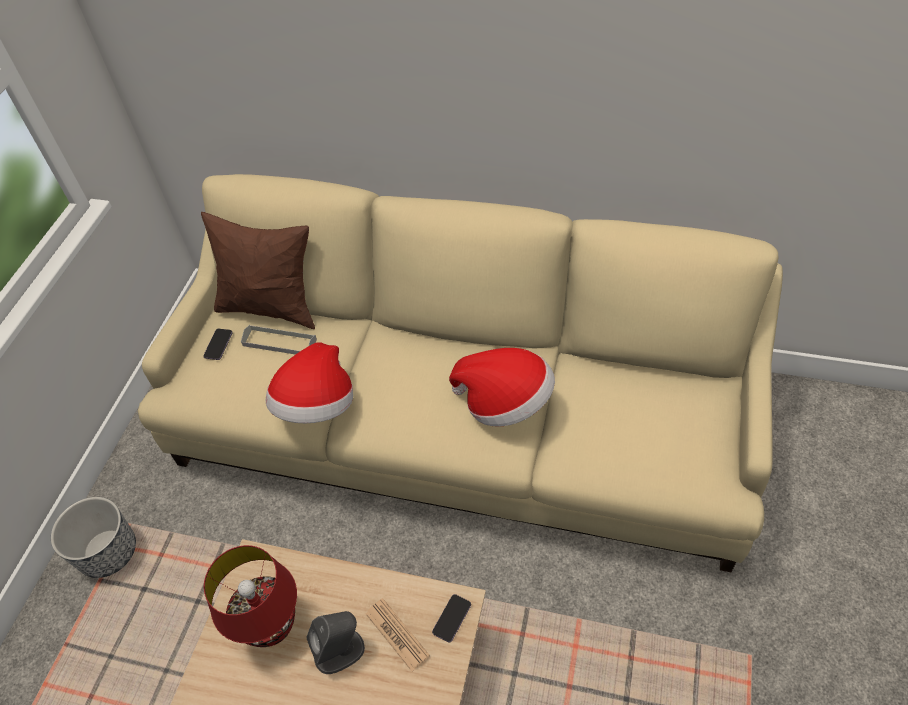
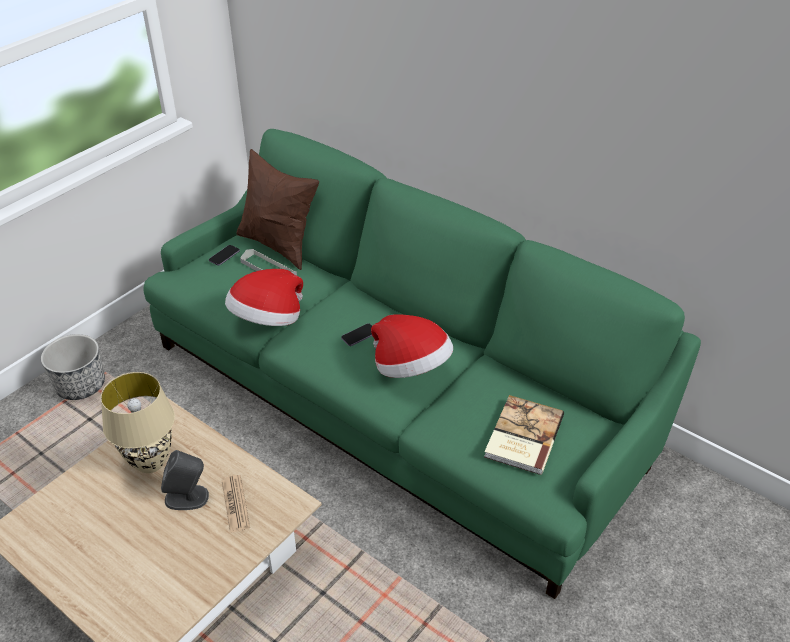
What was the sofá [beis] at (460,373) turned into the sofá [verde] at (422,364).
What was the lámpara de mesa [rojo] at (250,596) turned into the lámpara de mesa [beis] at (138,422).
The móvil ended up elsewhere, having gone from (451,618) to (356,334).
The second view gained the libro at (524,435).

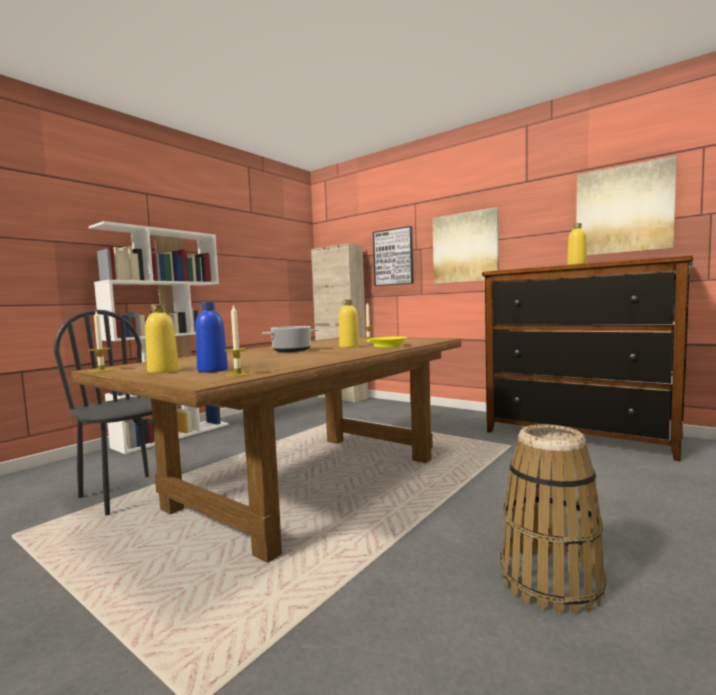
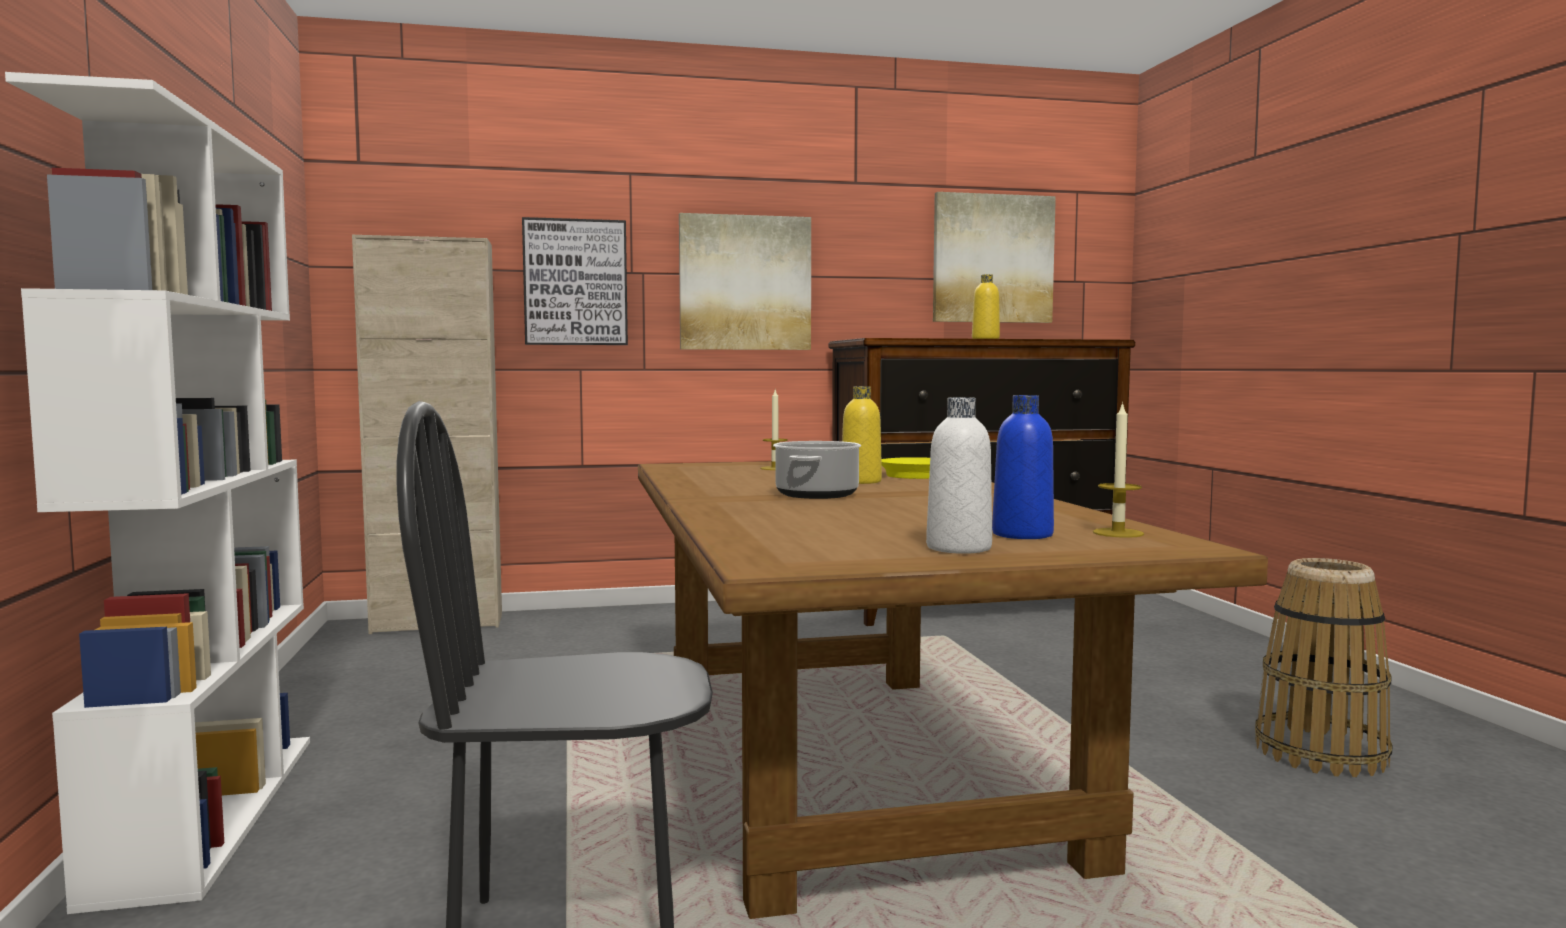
The second view lost the vela at (101,342).
What was the botella [amarillo] at (162,339) turned into the botella [blanco] at (959,475).

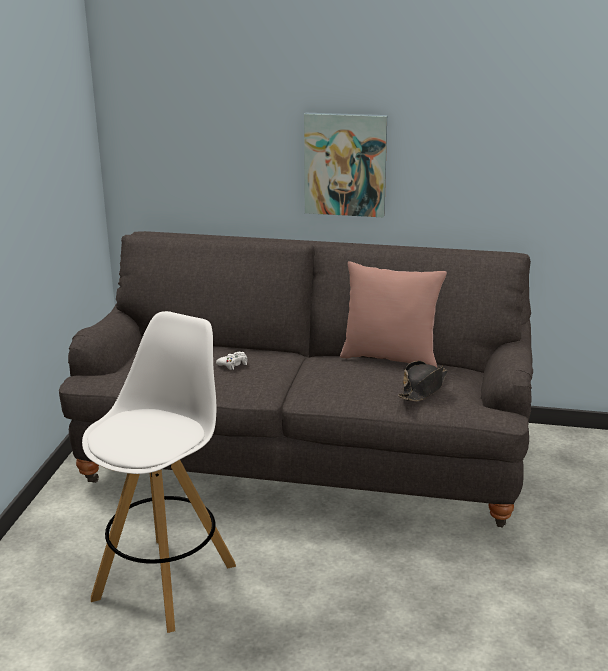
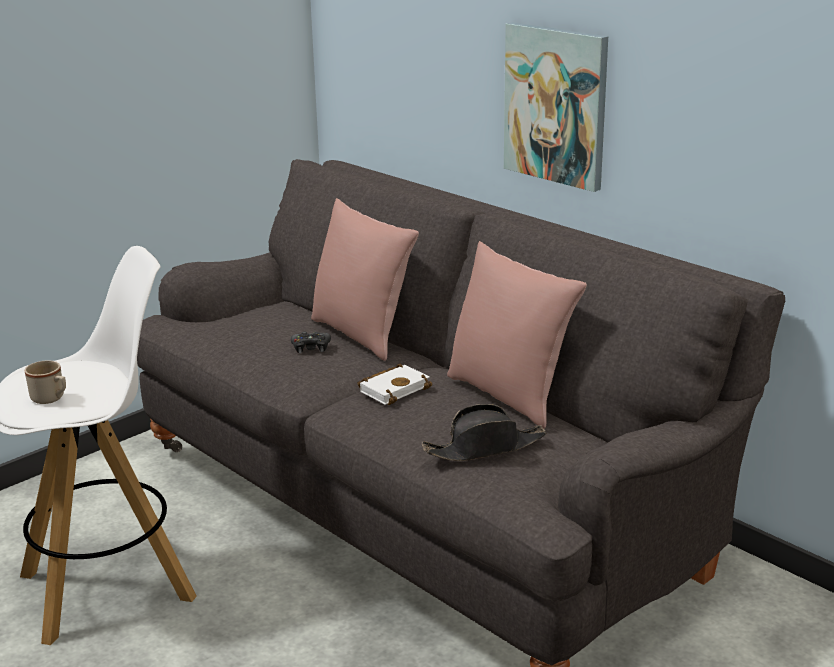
What was the mando de consola [blanco] at (232,361) turned into the mando de consola [negro] at (311,342).
The second view gained the taza grande [beis] at (45,382).
The second view gained the cojín [rosa] at (365,279).
The second view gained the libro [blanco] at (394,384).

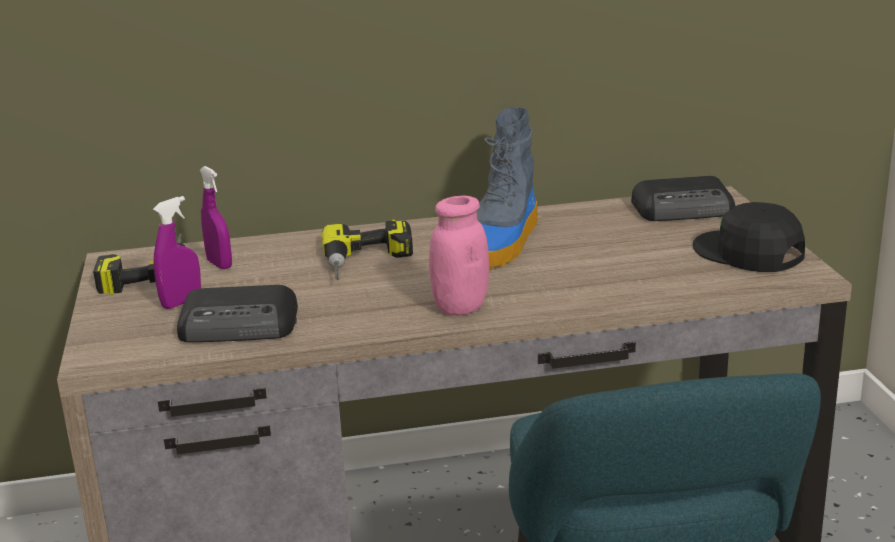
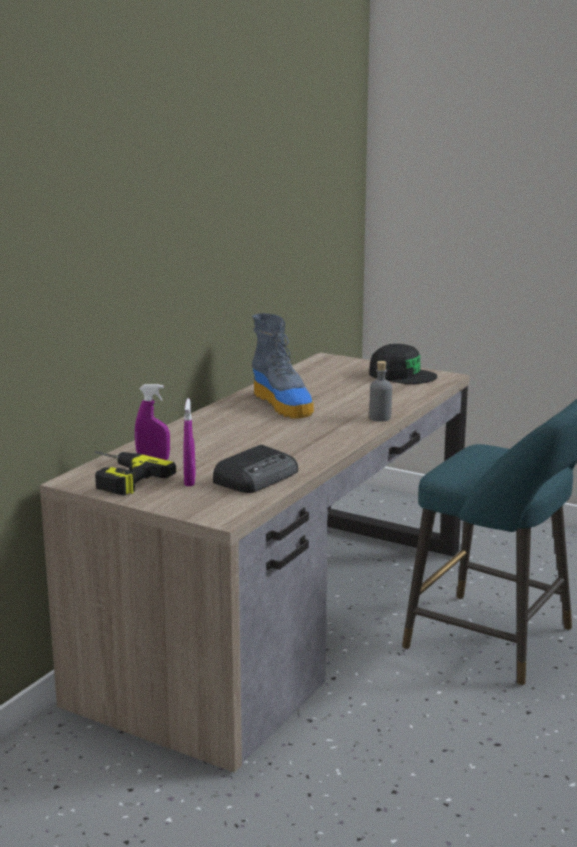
The second view lost the taladro at (367,250).
The second view lost the tarro [rosa] at (459,255).
The second view lost the radio at (683,198).
The gorra [negro] at (749,237) ended up facing another way, 150 degrees counterclockwise from before.
The second view gained the botella [gris] at (380,391).

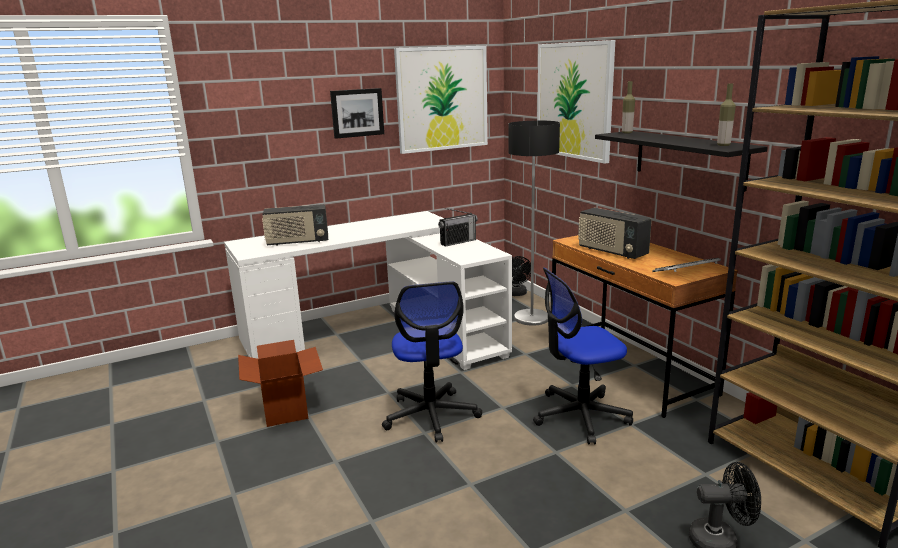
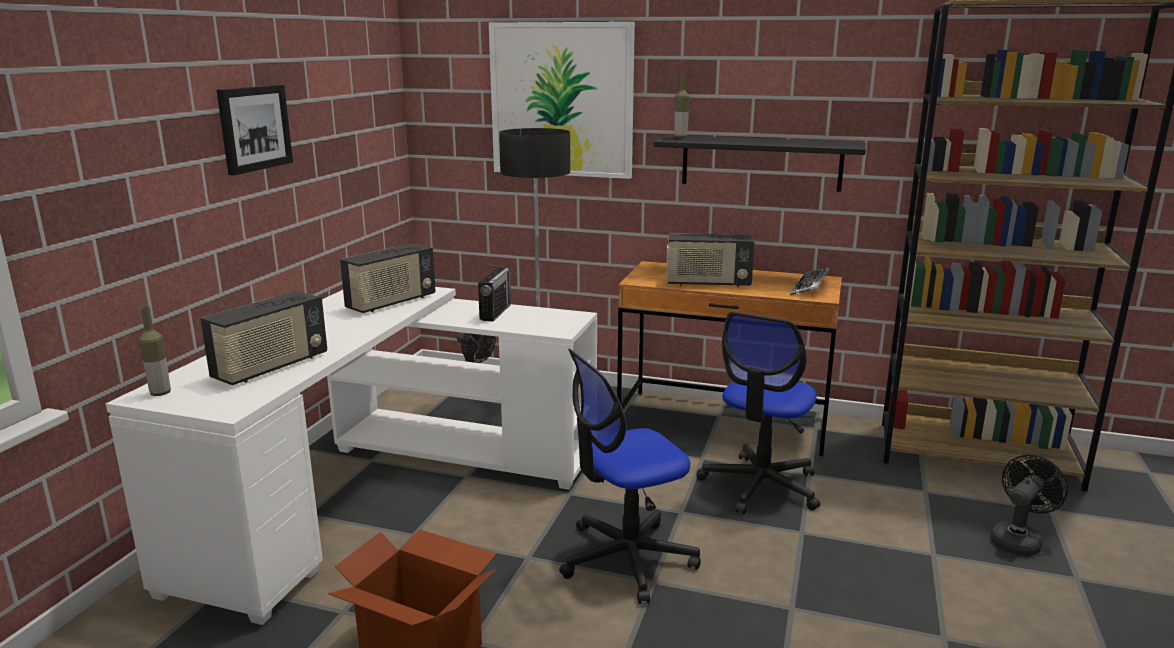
The silla de oficina at (432,362) ended up facing another way, 120 degrees clockwise from before.
The second view lost the cuadro at (441,100).
The botella ended up elsewhere, having gone from (726,115) to (155,351).
The second view gained the radio at (388,278).

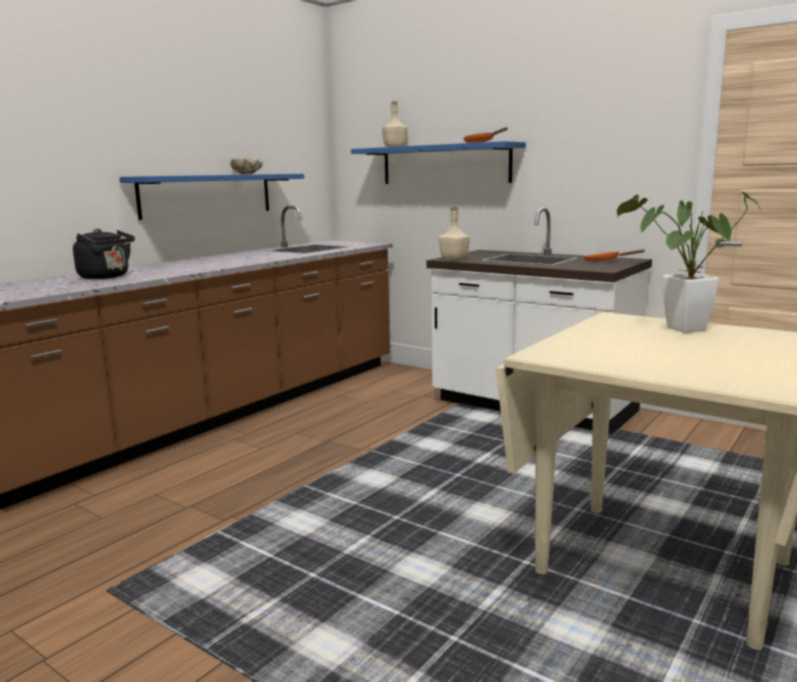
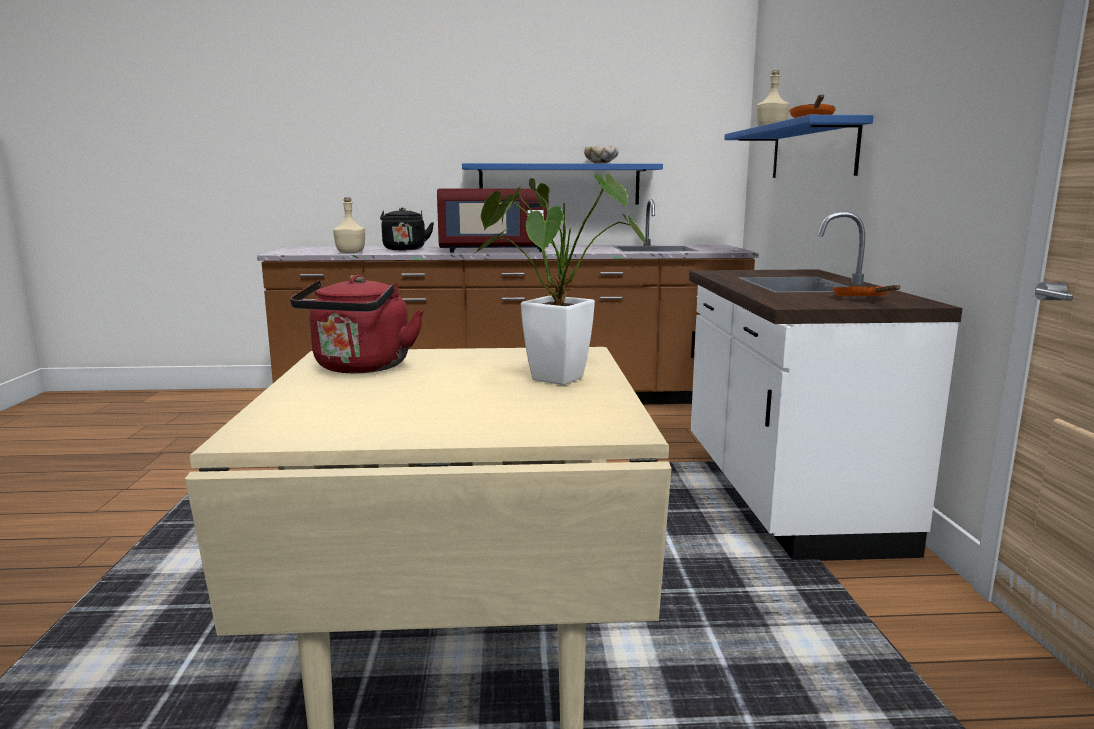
The botella [beis] ended up elsewhere, having gone from (454,233) to (349,225).
The second view gained the hervidor [rojo] at (357,324).
The second view gained the microondas [rojo] at (493,220).

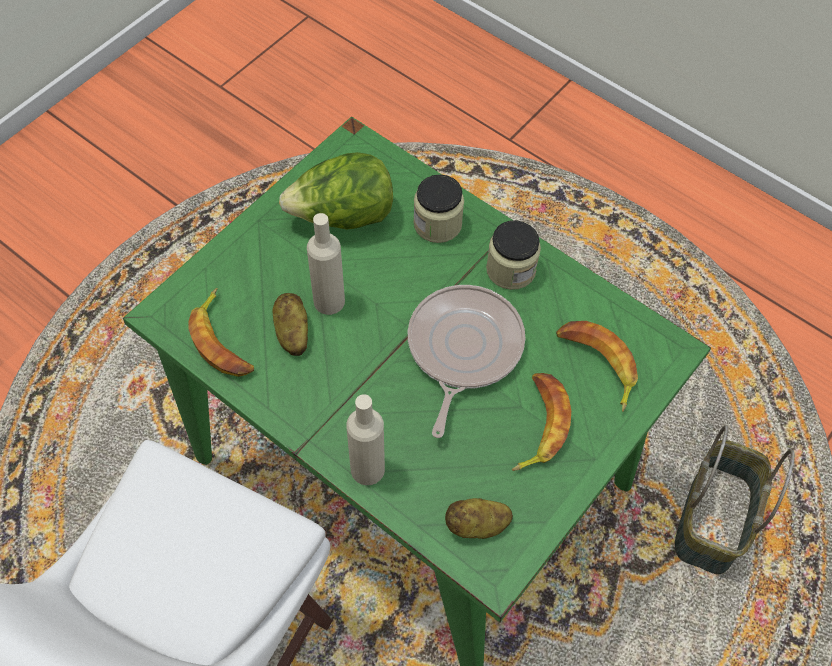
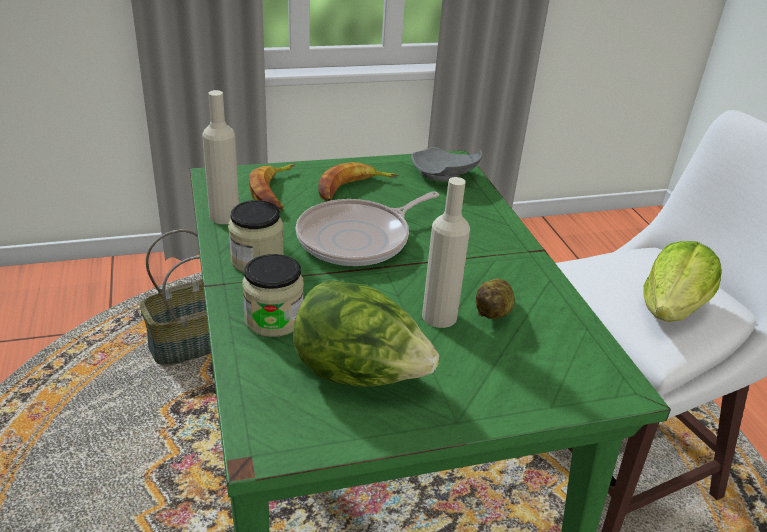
The second view lost the plátano at (221,332).
The botella [beis] ended up elsewhere, having gone from (365,439) to (220,157).
Where the patata stood at (479,518), the plato [gris] came to stand at (446,164).
The second view gained the lechuga at (682,281).

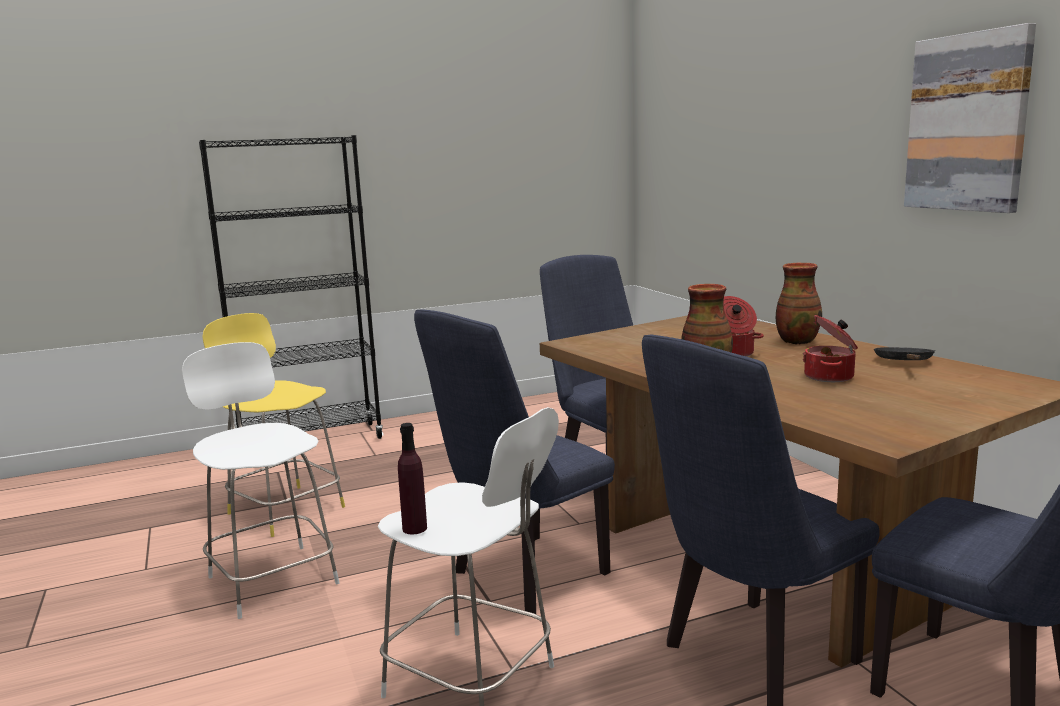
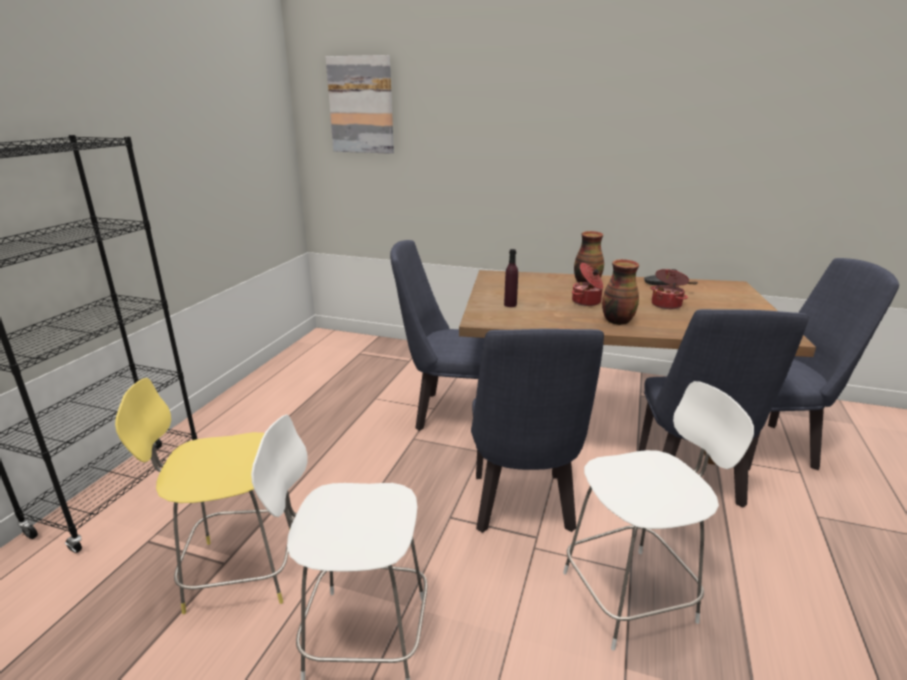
The botella [morado] ended up elsewhere, having gone from (412,478) to (511,278).
The cuadro ended up elsewhere, having gone from (970,118) to (360,104).

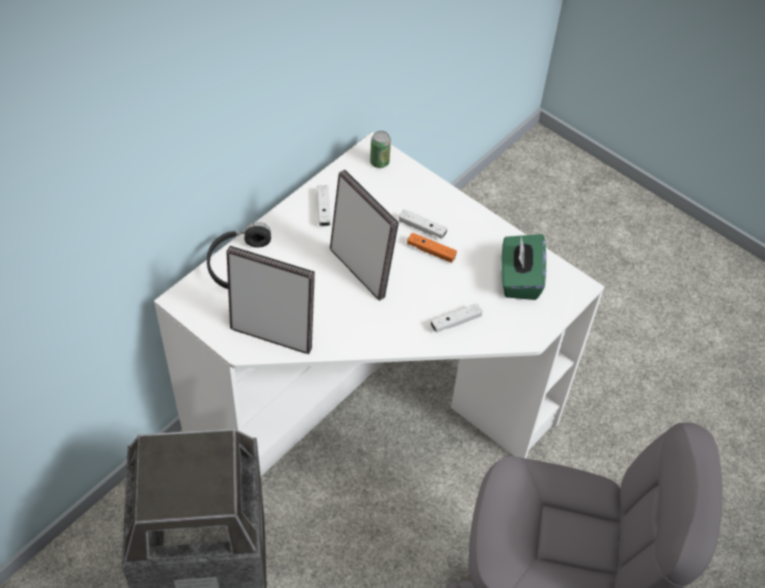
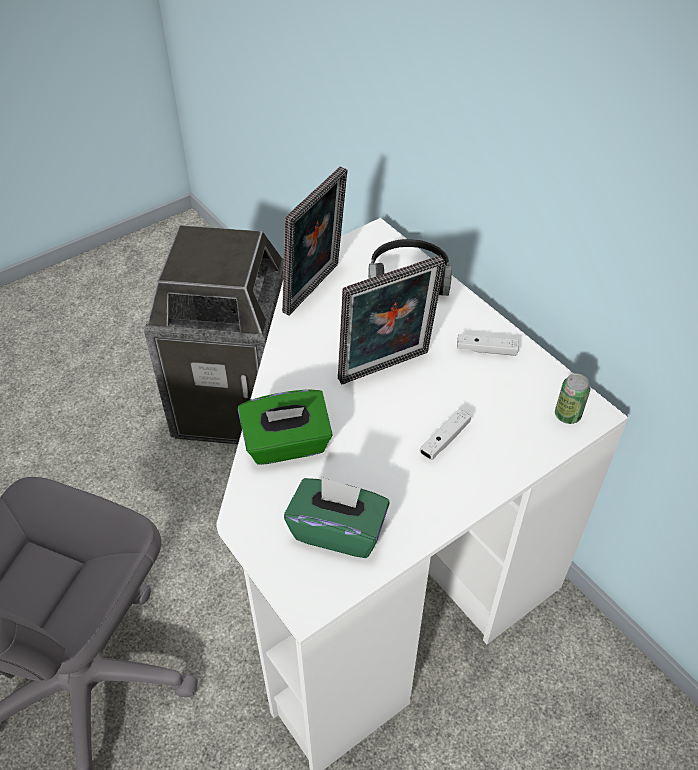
The second view lost the mando de consola [naranja] at (432,247).
Where the mando de consola [blanco] stood at (456,318), the caja de pañuelos [verde] came to stand at (285,427).

